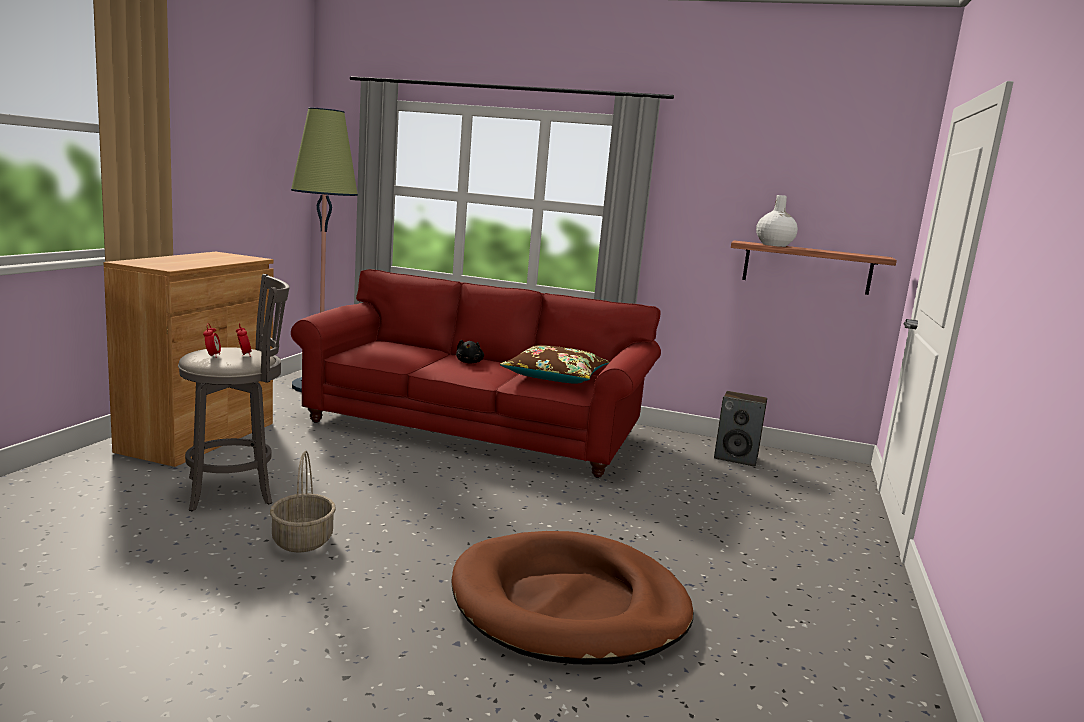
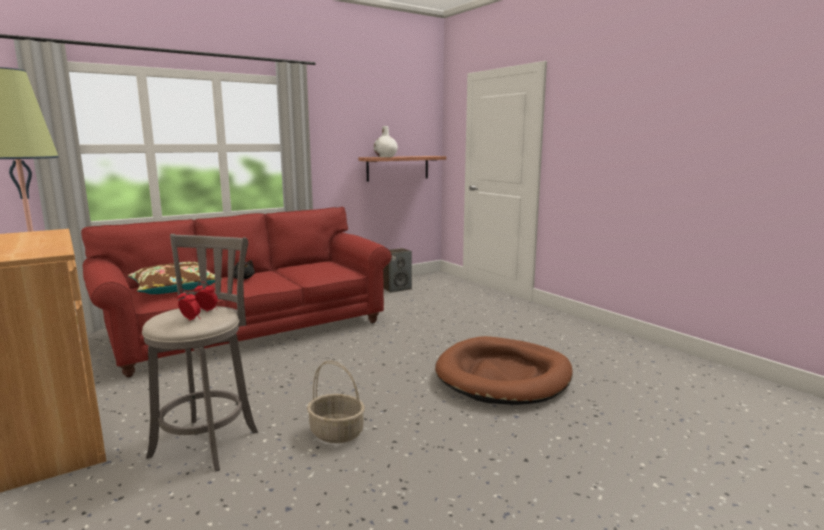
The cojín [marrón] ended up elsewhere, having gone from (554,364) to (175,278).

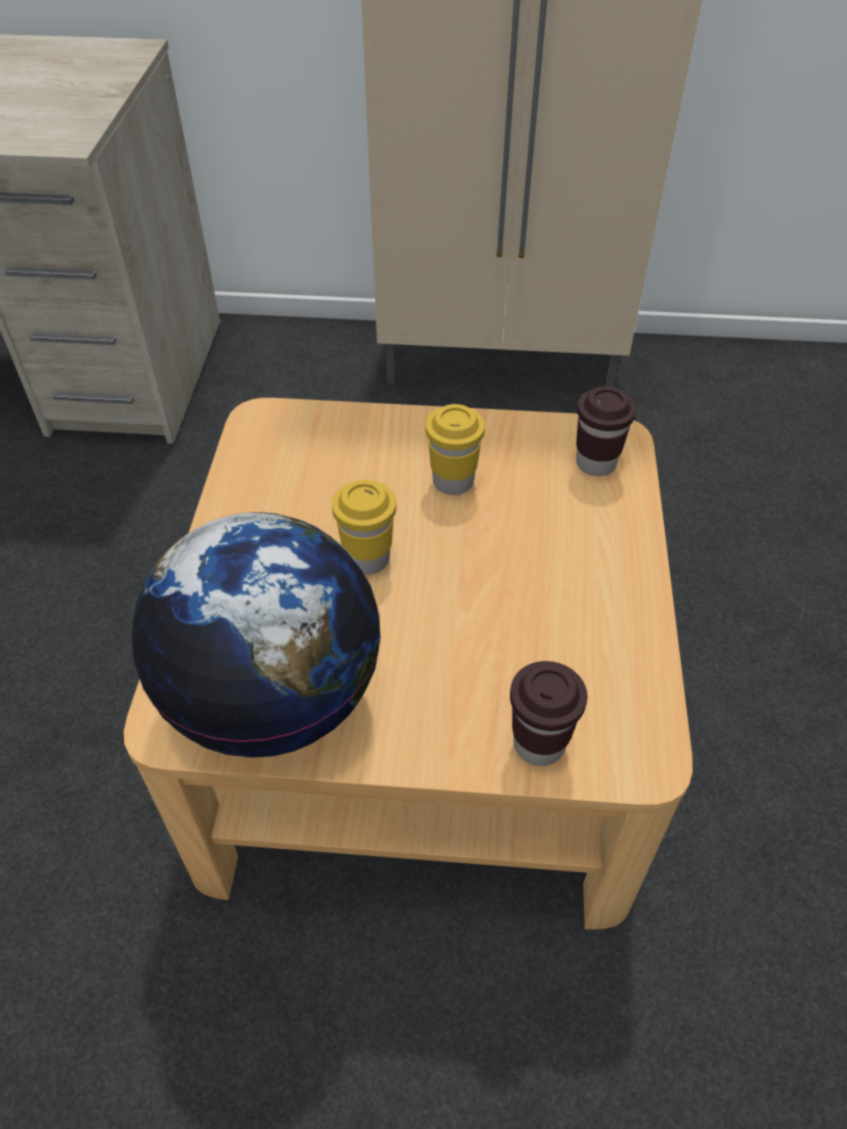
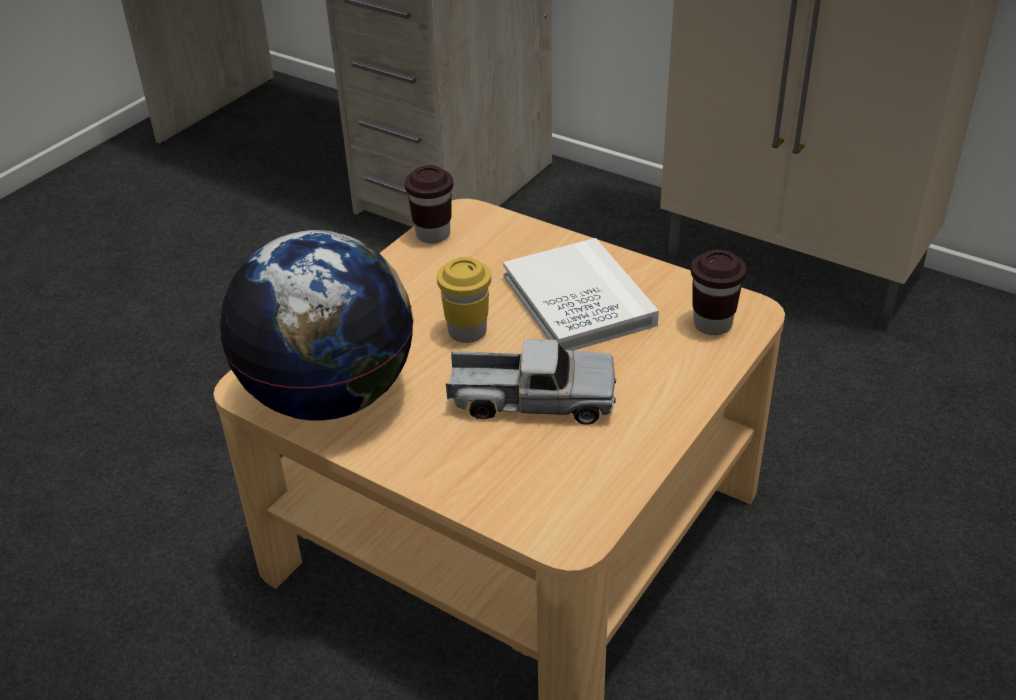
Where the taza [amarillo] stood at (455,449), the libro [blanco] came to stand at (581,294).
The taza [marrón] ended up elsewhere, having gone from (548,713) to (429,204).
The second view gained the camión de juguete at (531,382).

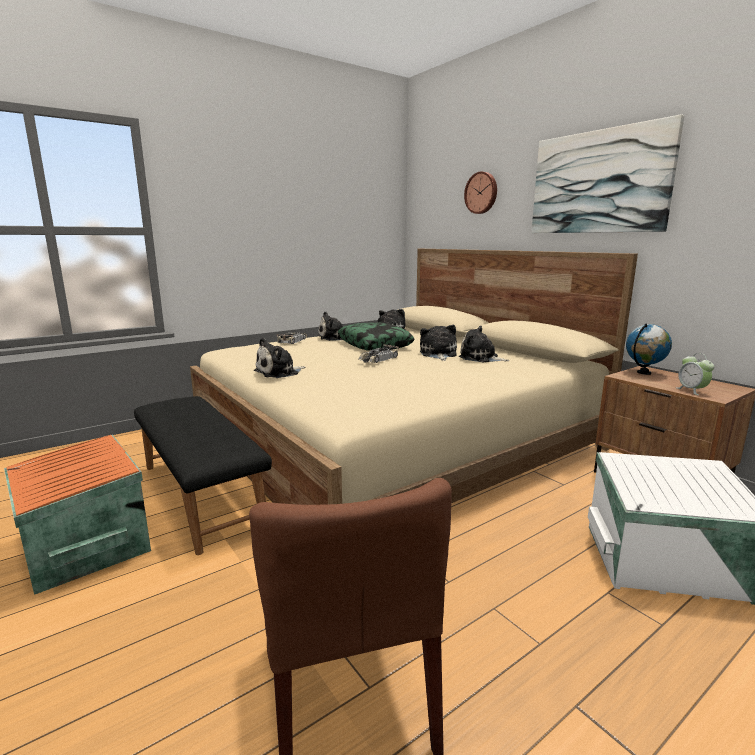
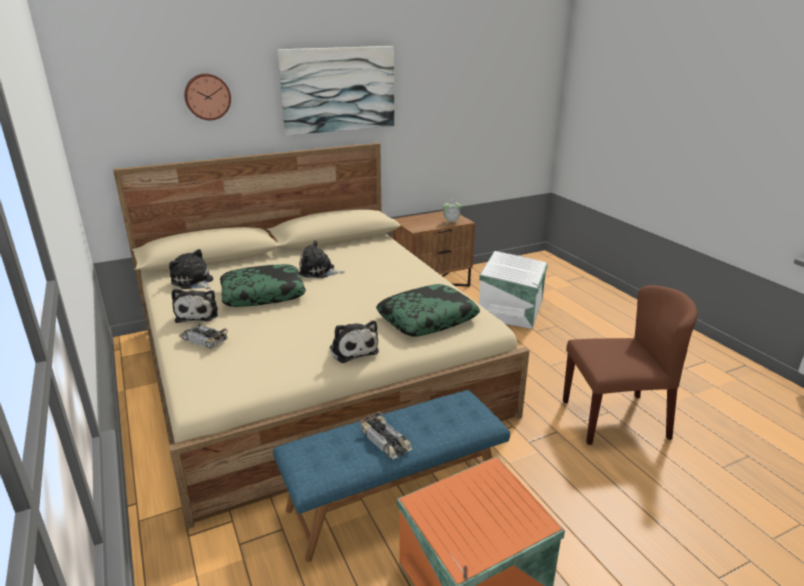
What was the banco [negro] at (203,475) turned into the banco [azul] at (391,476).
The coche de juguete ended up elsewhere, having gone from (378,353) to (386,435).
The second view lost the peluche at (484,344).
The second view lost the globo terráqueo at (649,349).
The second view gained the cojín at (428,310).

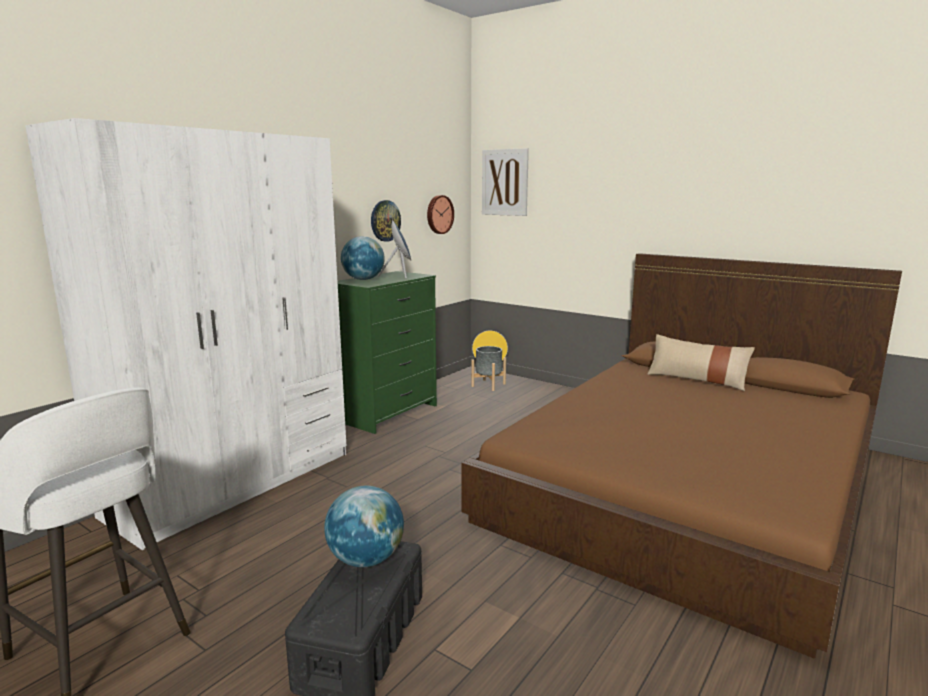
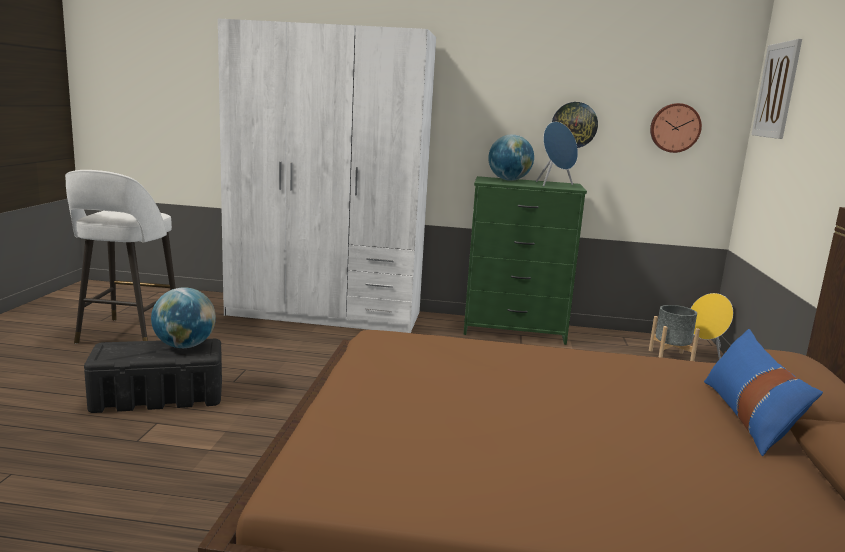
What was the cojín [beis] at (701,362) turned into the cojín [azul] at (763,392).

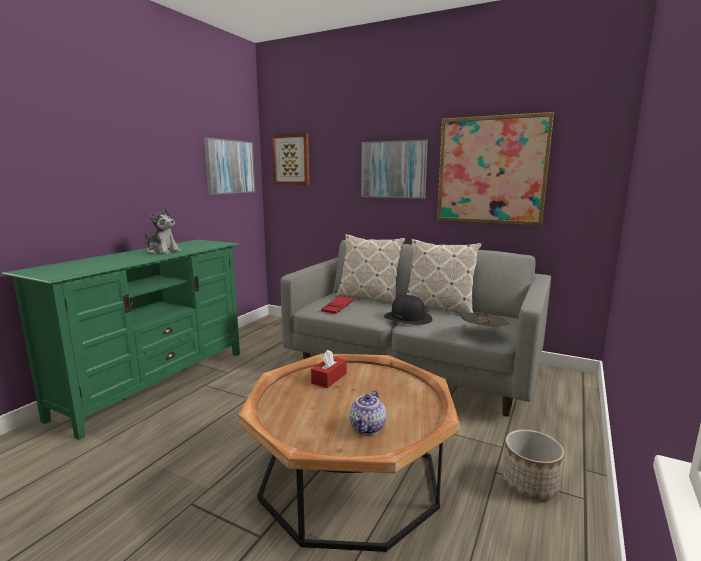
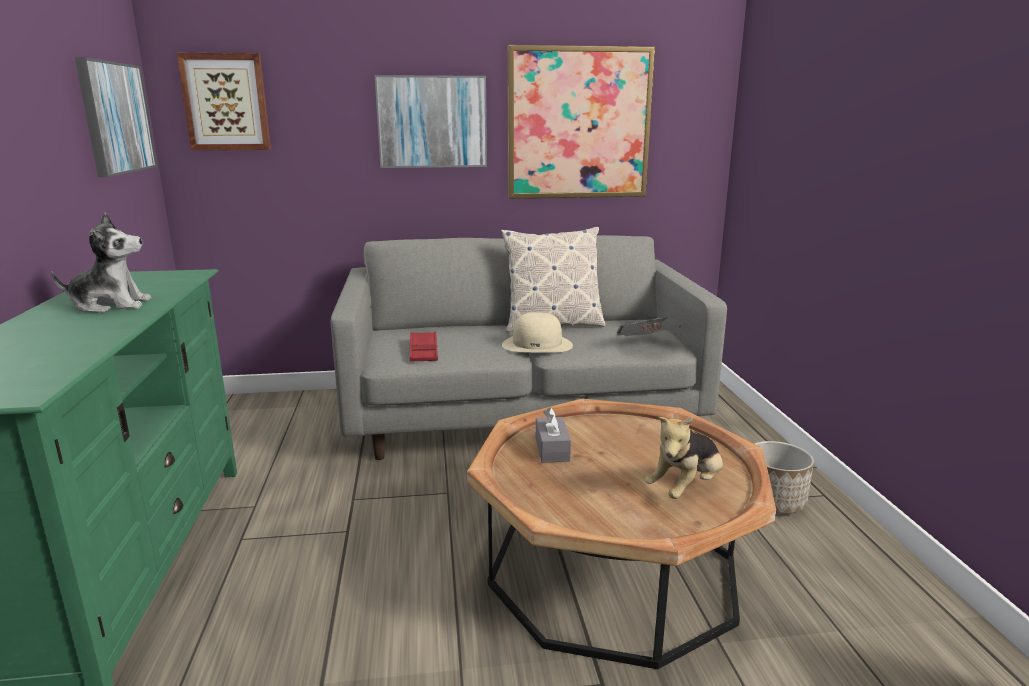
What was the caja de pañuelos [rojo] at (329,369) turned into the caja de pañuelos [gris] at (553,435).
The second view lost the cojín at (370,269).
Where the tetera stood at (367,412), the peluche came to stand at (684,457).
What was the sombrero [negro] at (408,310) turned into the sombrero [beis] at (537,332).

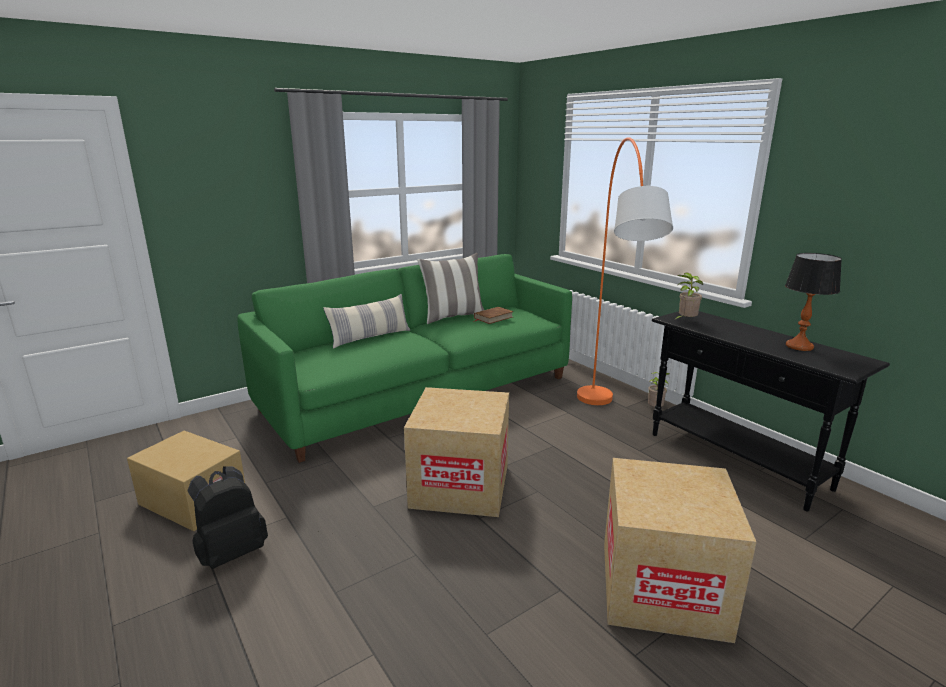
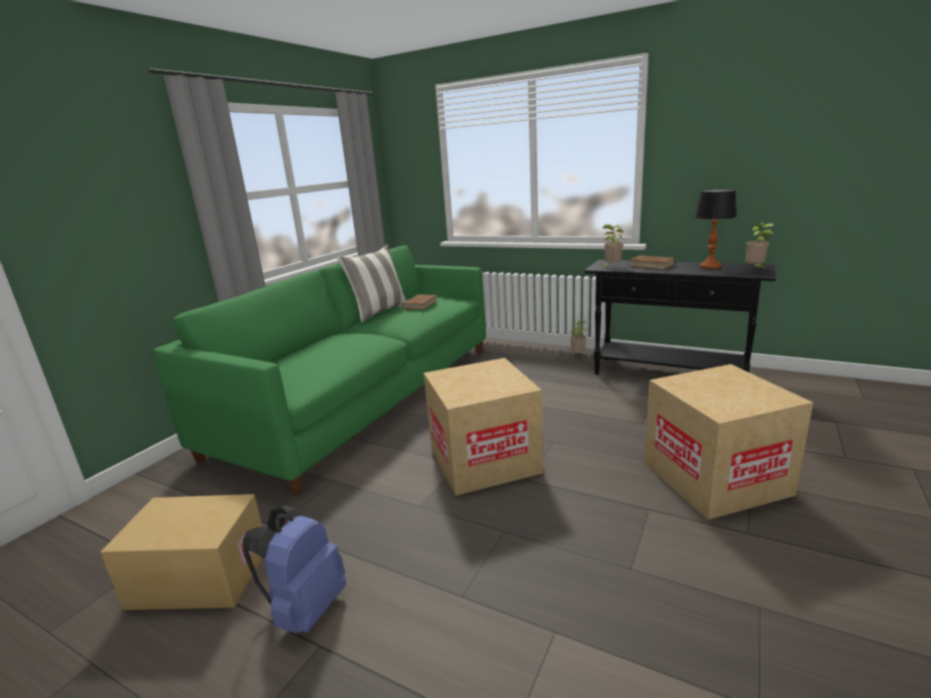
What was the mochila [negro] at (227,518) turned into the mochila [azul] at (294,569).
The second view lost the cojín at (366,321).
The second view lost the lámpara de pie [naranja] at (625,271).
The second view gained the libro [marrón] at (652,262).
The second view gained the planta en maceta at (760,246).

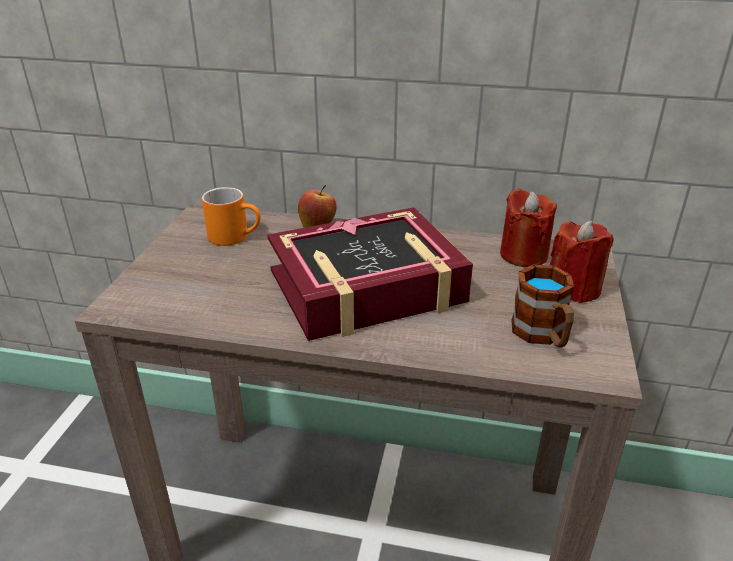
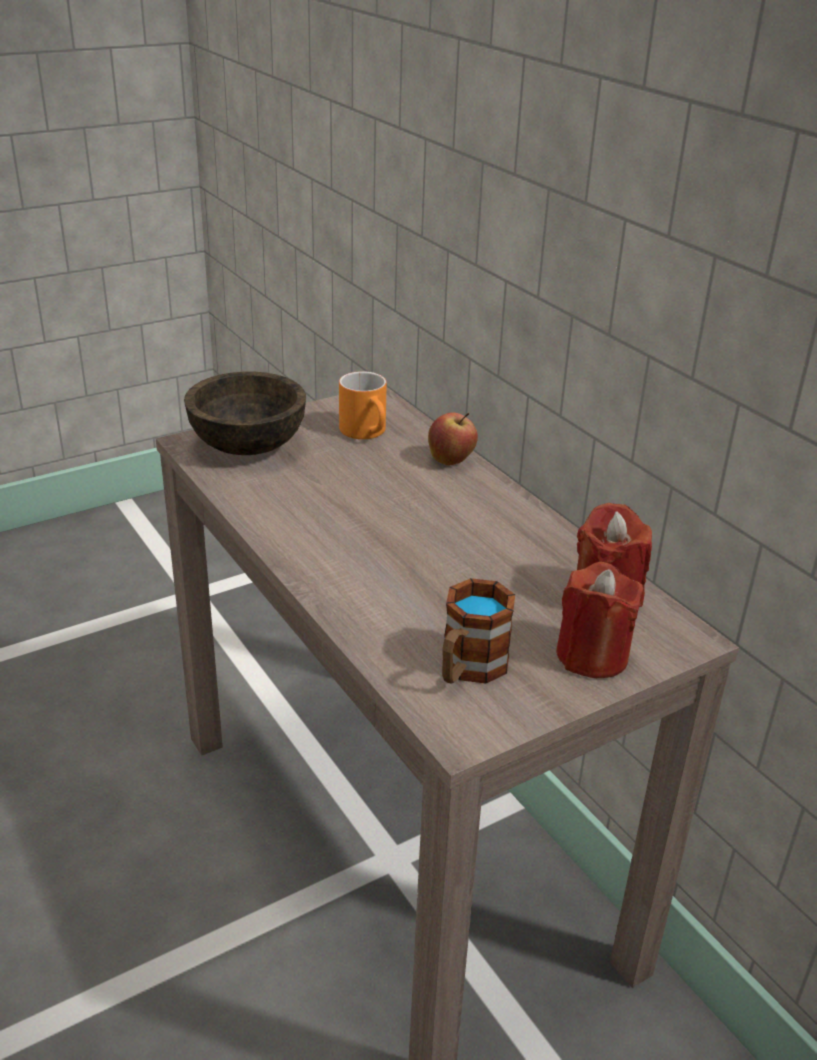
The second view lost the libro at (370,274).
The second view gained the cuenco [marrón] at (245,413).

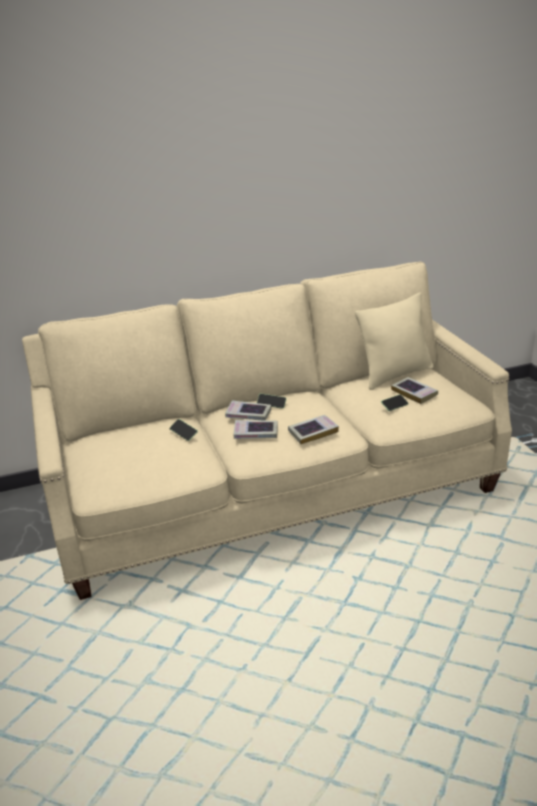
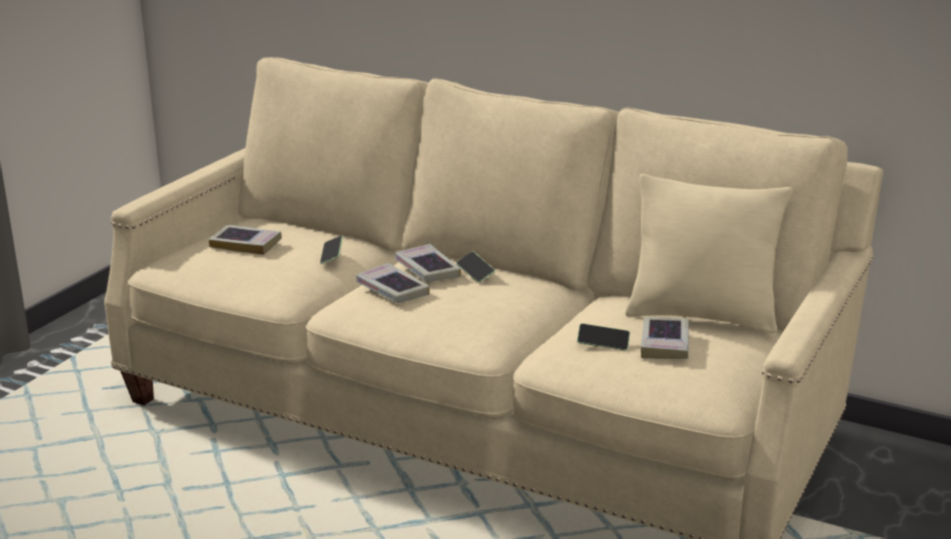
The libro ended up elsewhere, having gone from (313,429) to (245,240).

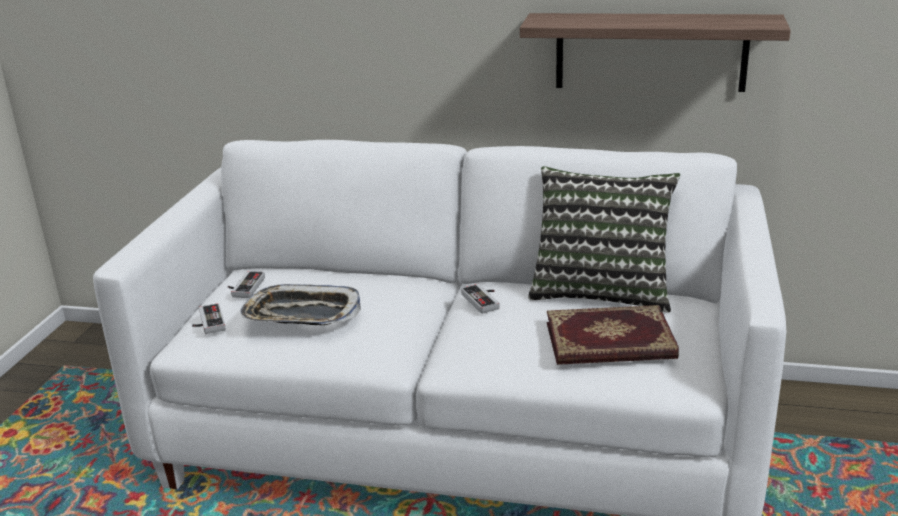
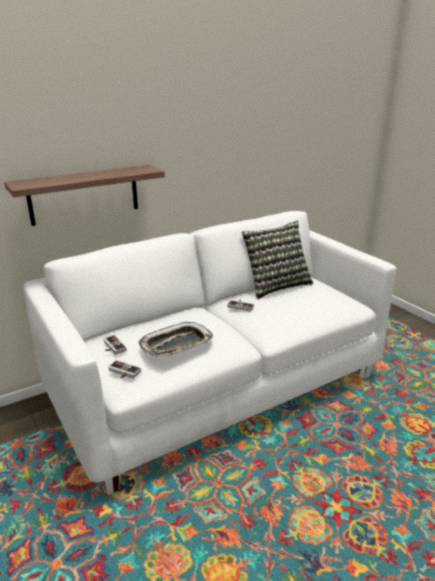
The estante ended up elsewhere, having gone from (655,52) to (84,195).
The second view lost the libro at (613,335).

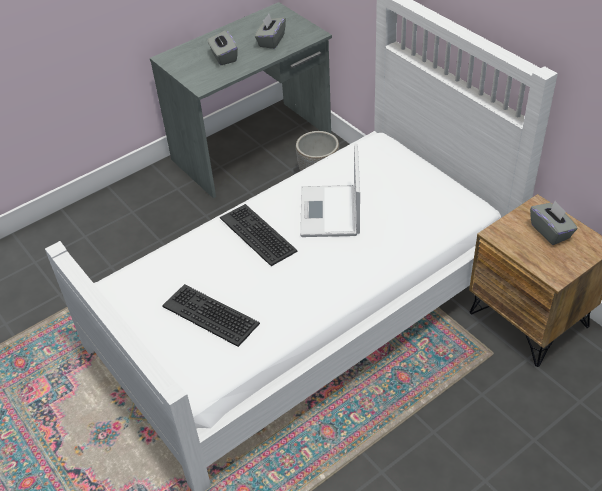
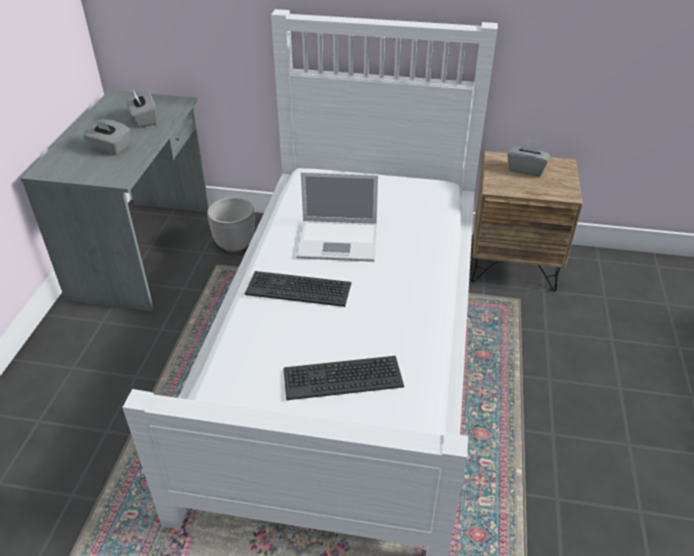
The portátil at (330,190) ended up facing another way, 45 degrees counterclockwise from before.

